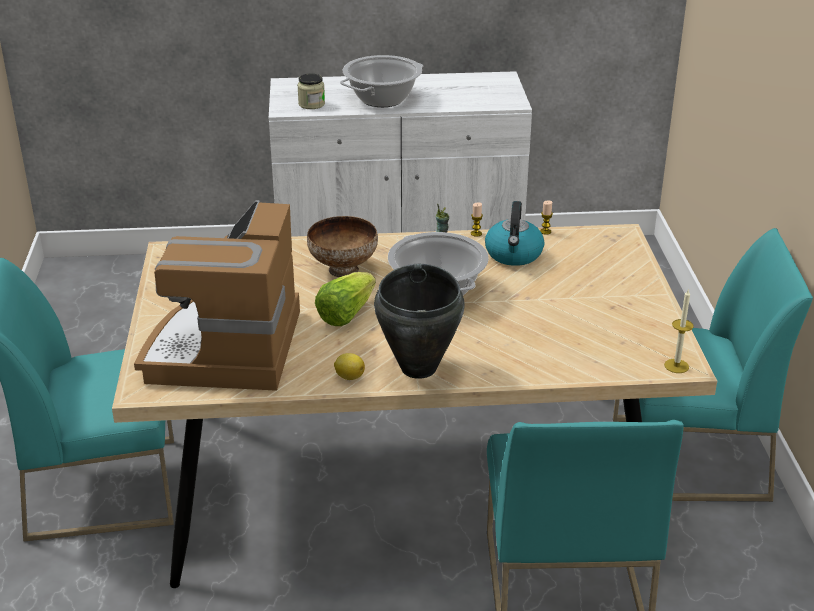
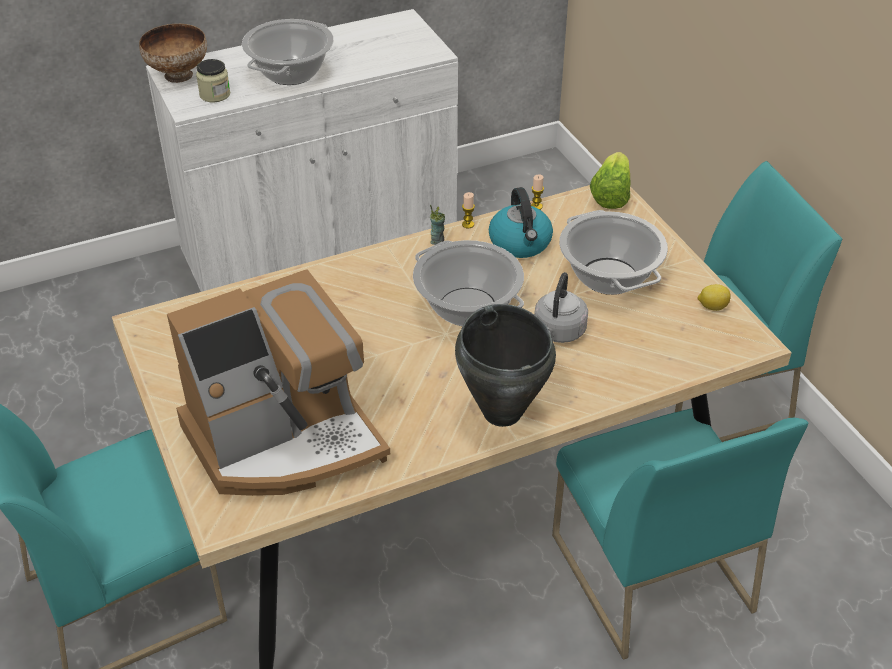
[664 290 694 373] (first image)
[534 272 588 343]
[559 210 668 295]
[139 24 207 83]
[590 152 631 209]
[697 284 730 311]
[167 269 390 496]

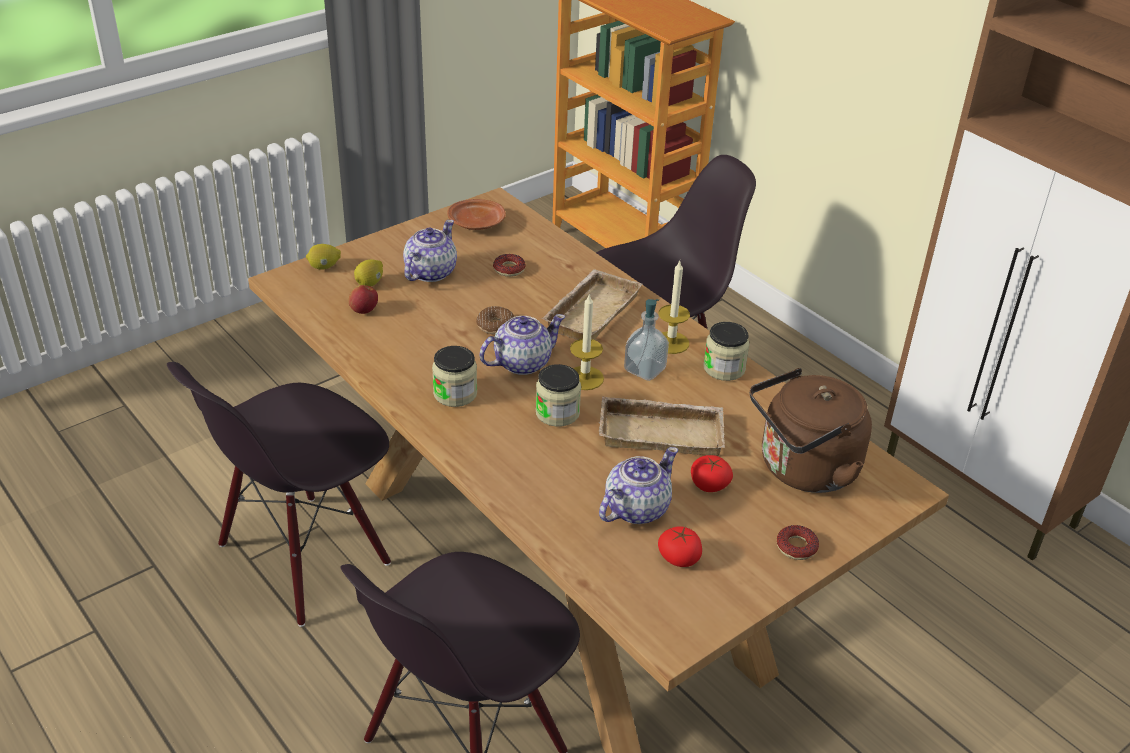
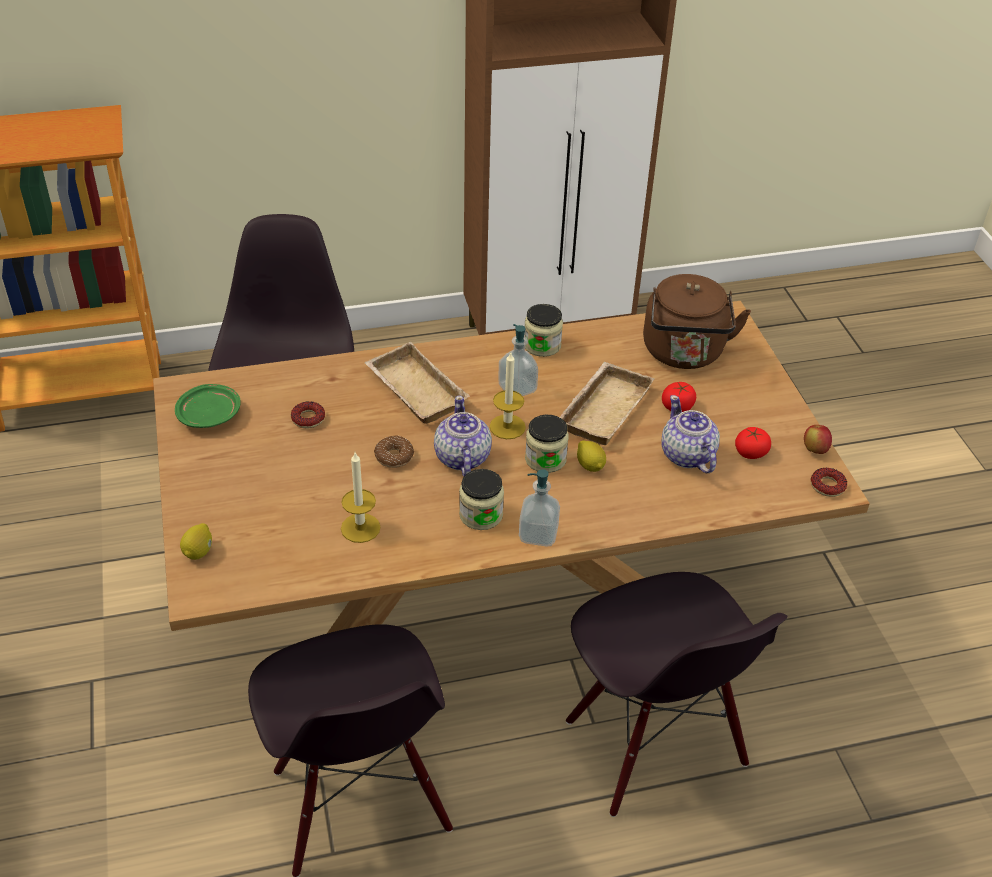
[403 220 457 282] (first image)
[519 469 560 547]
[804 425 832 454]
[577 440 606 472]
[341 453 380 543]
[811 468 847 497]
[175 384 240 428]

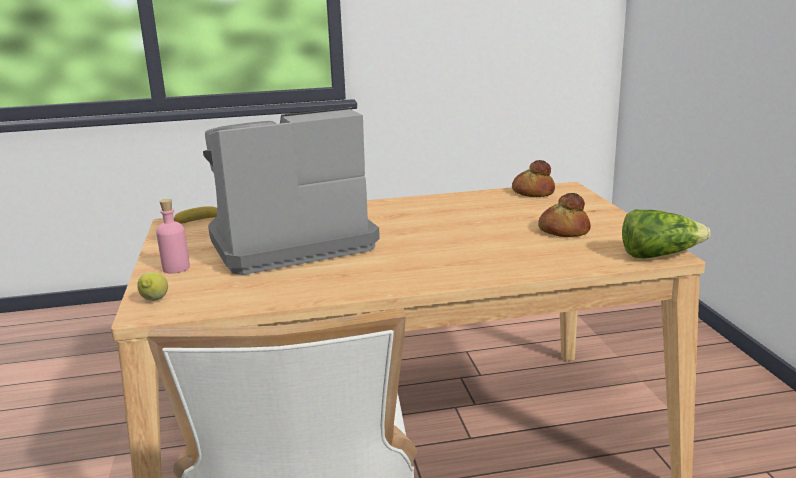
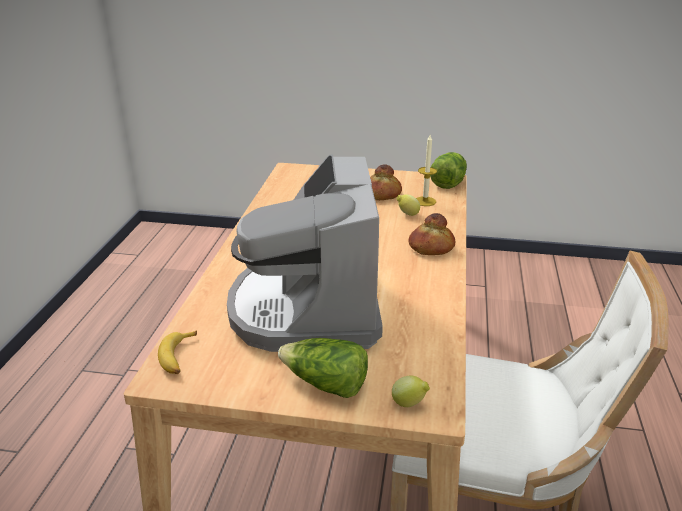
[396 194 420 216]
[416 135 437 206]
[409 213 455 255]
[278 338 368 398]

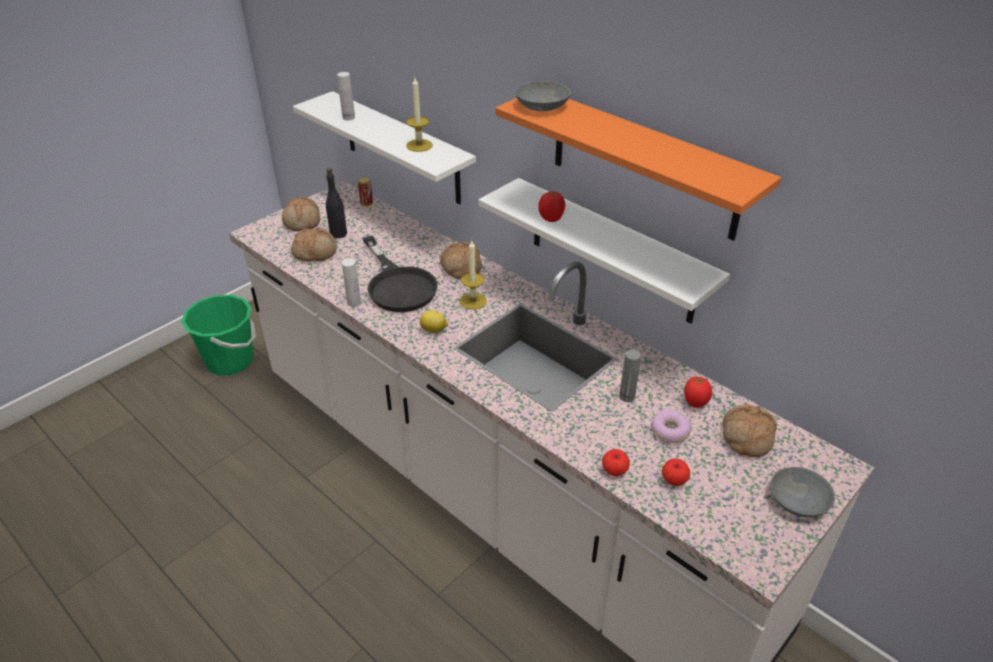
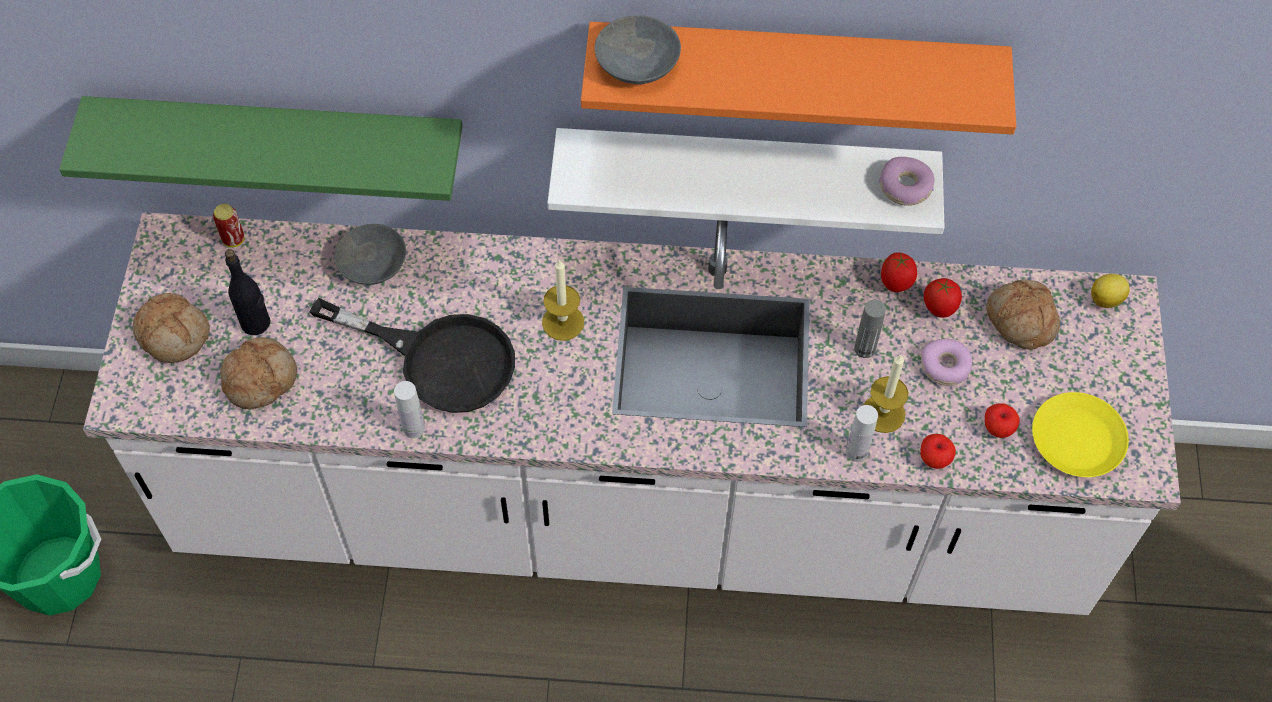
[440 242 482 279] (first image)
[879 157 935 206]
[1032 392 1129 477]
[846 405 878 462]
[864 355 909 433]
[1091 274 1130 308]
[881 252 917 292]
[334 224 406 285]
[59 96 463 201]

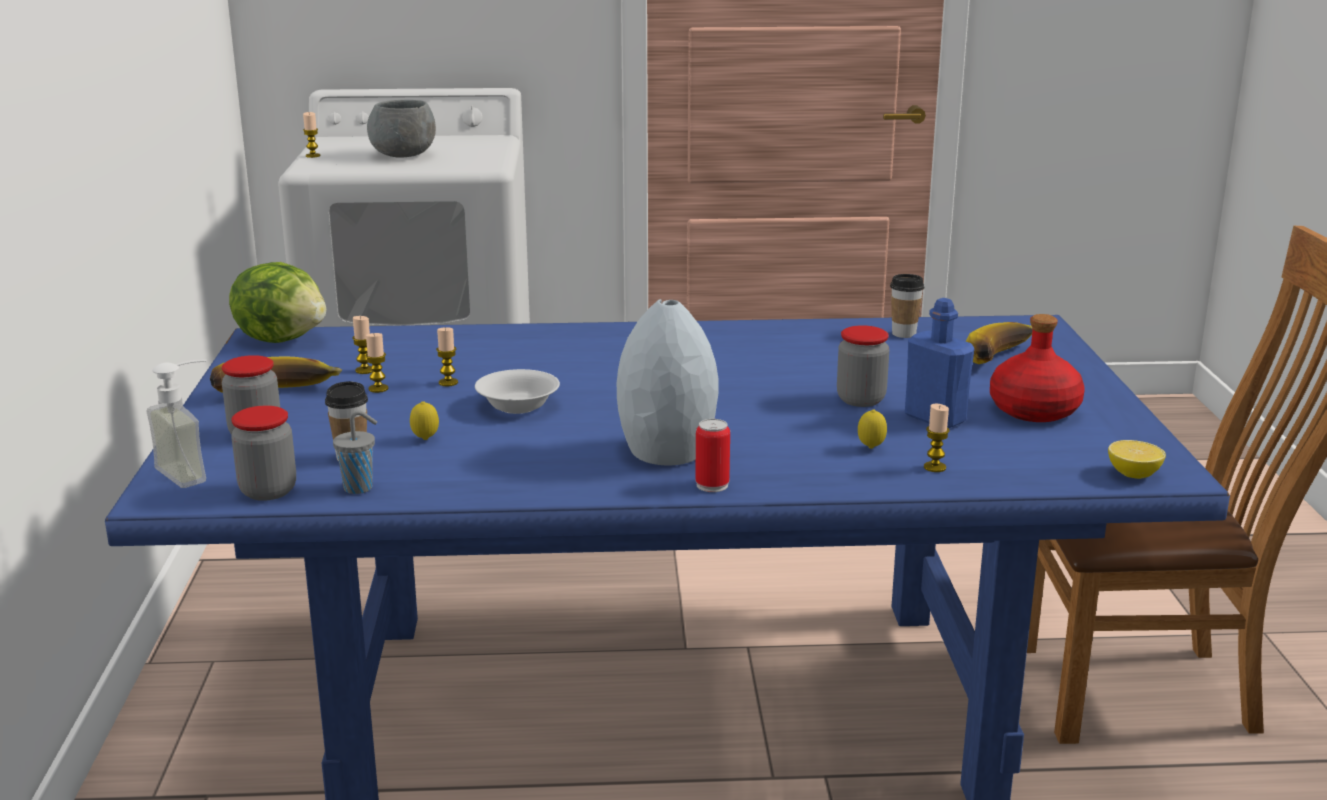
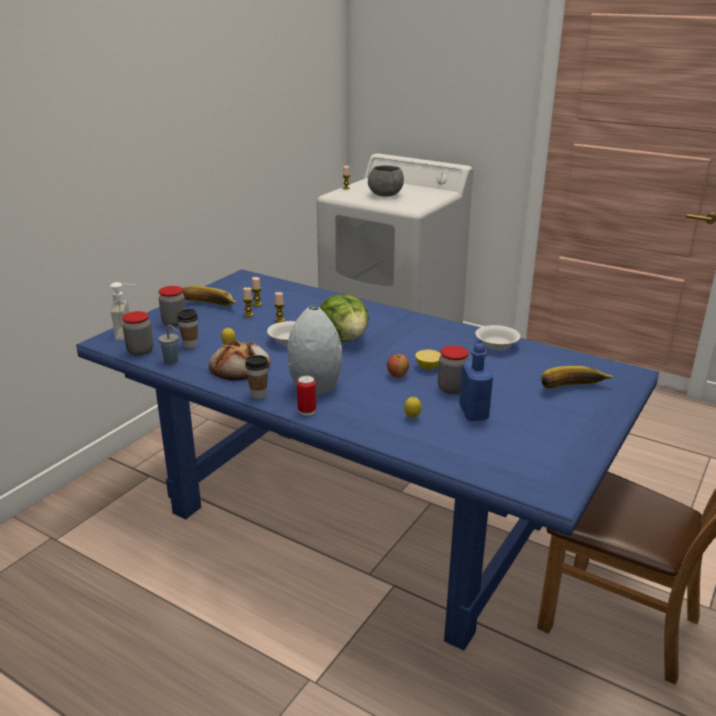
[924 403 950 472] (first image)
[990 314 1085 422] (first image)
[209 340 271 380]
[387 354 409 378]
[475 325 521 350]
[320 295 369 342]
[245 355 269 399]
[415 350 441 369]

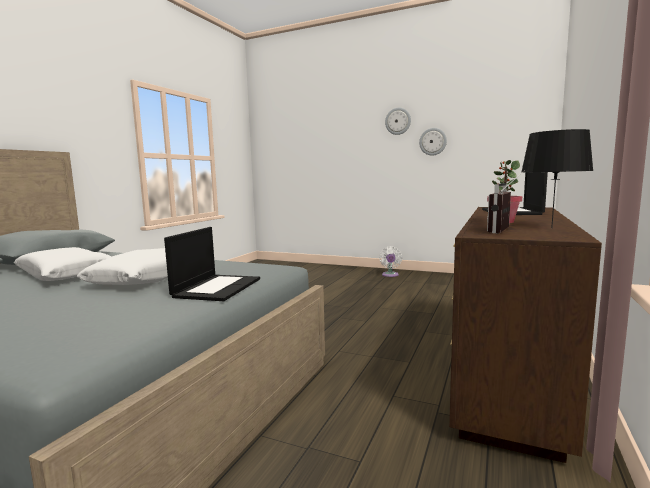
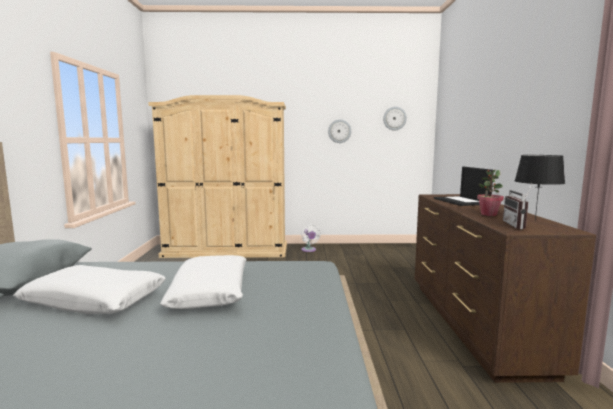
[164 227 260 301] (first image)
[148 95 287 258]
[383 107 407 131]

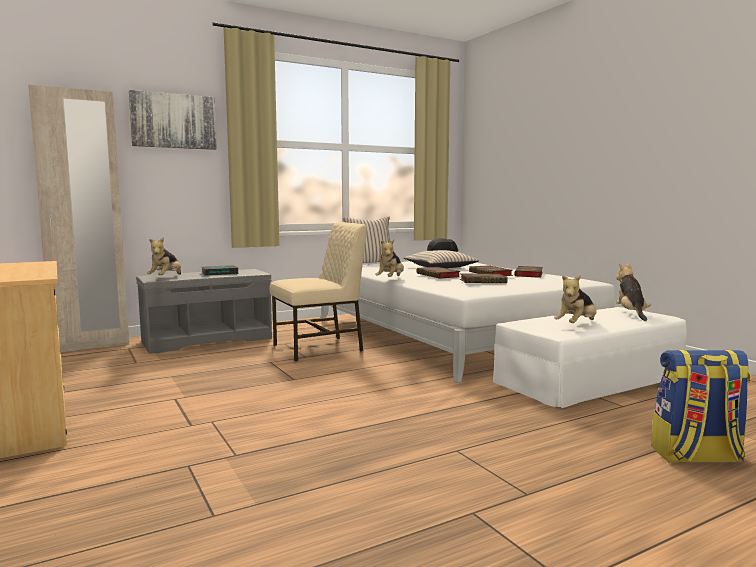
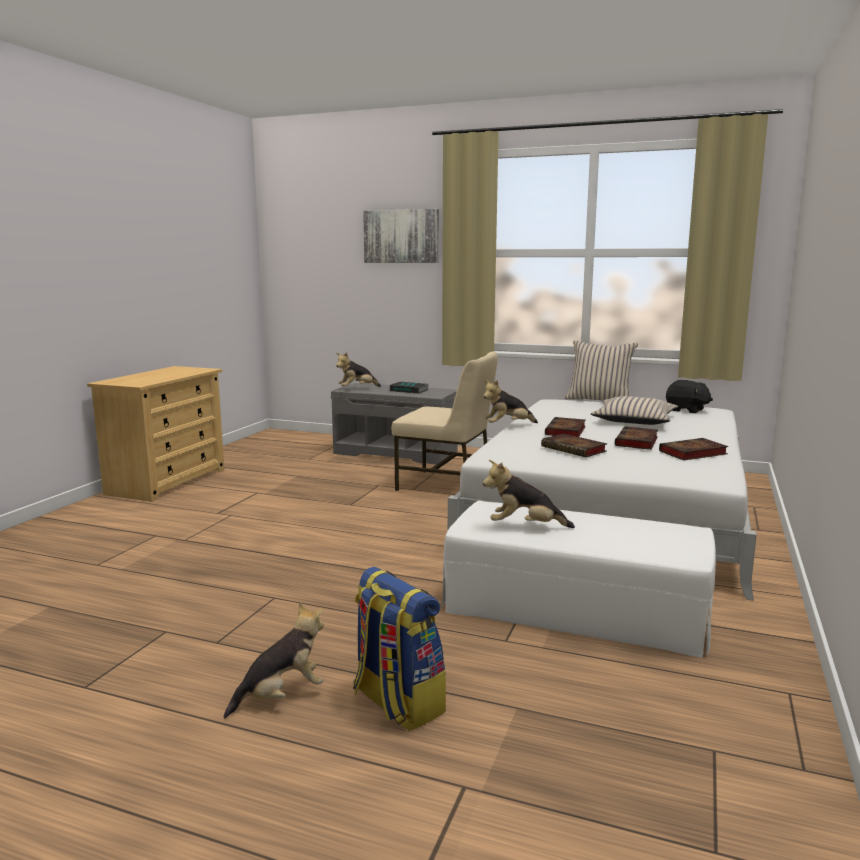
[28 85 129 352] (first image)
[223 602 324 718]

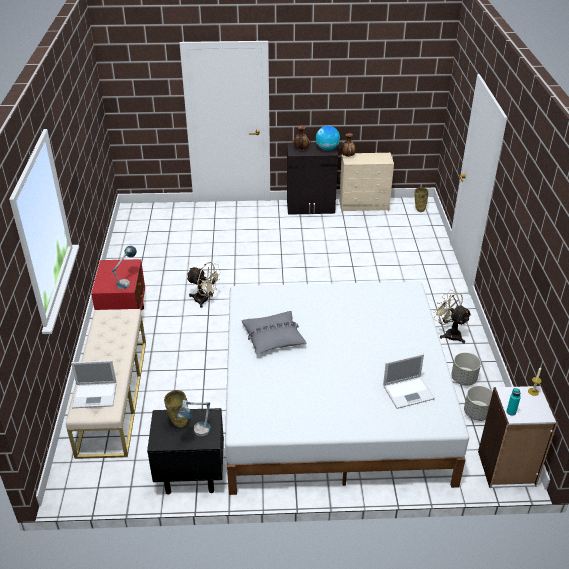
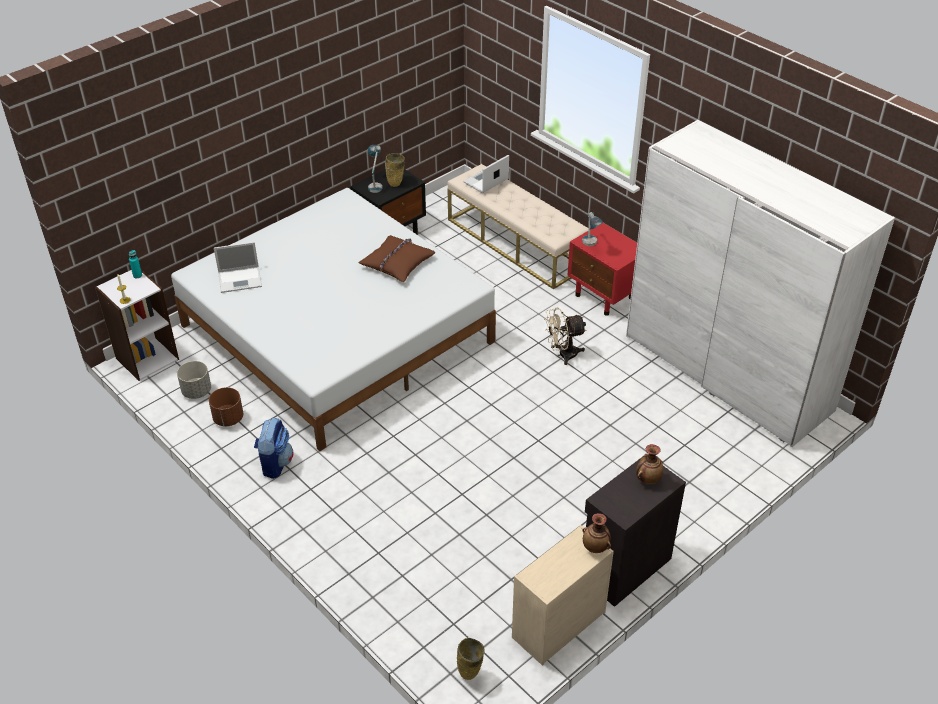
[316 126 340 150] (first image)
[626 120 895 447]
[254 418 294 479]
[358 235 435 282]
[209 387 243 426]
[214 242 262 293]

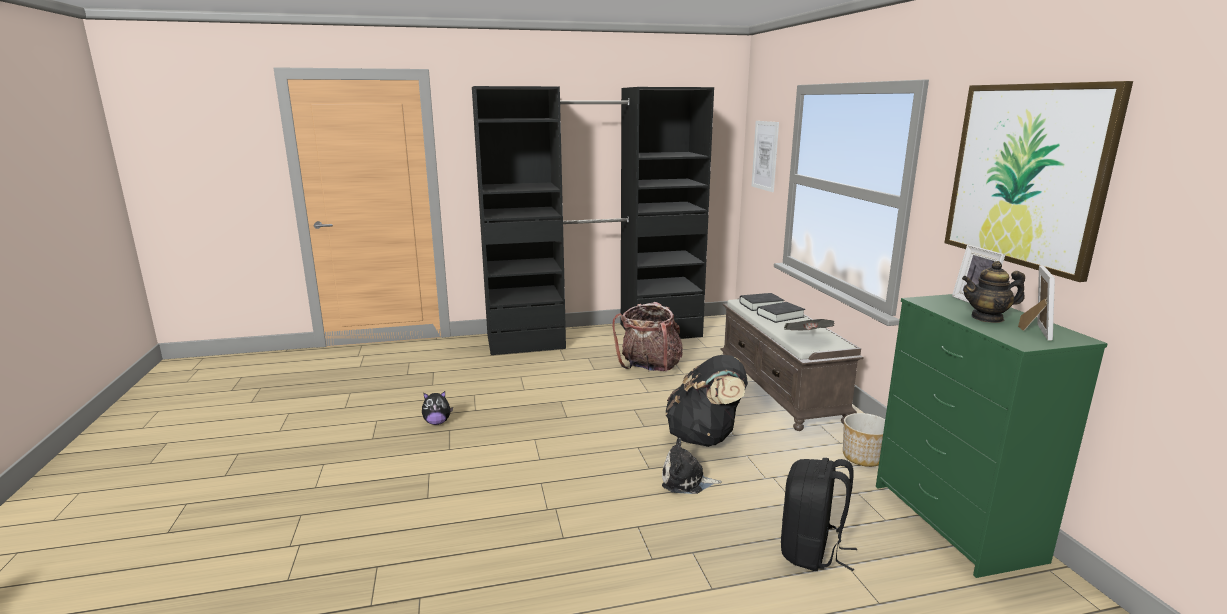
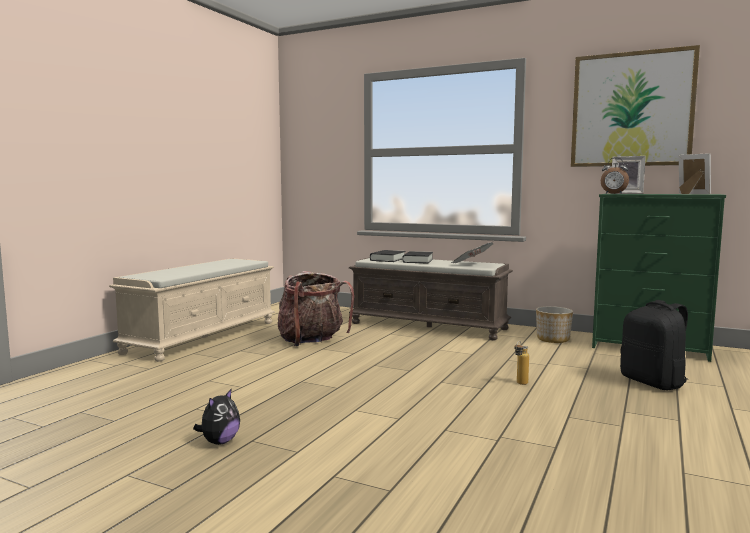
[666 355 748 447] (first image)
[752 121 779 192] (first image)
[962 261 1025 323] (first image)
[601 158 629 194]
[109 258 275 362]
[514 341 529 385]

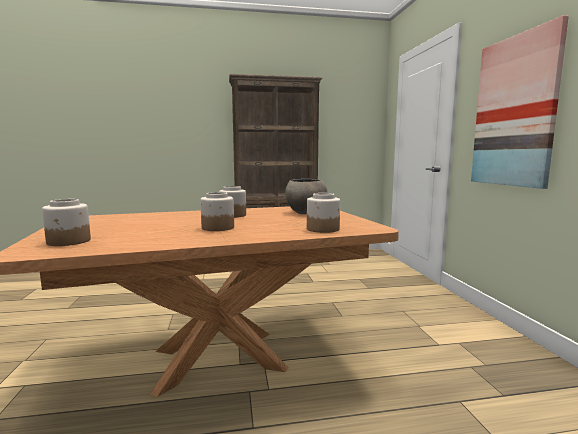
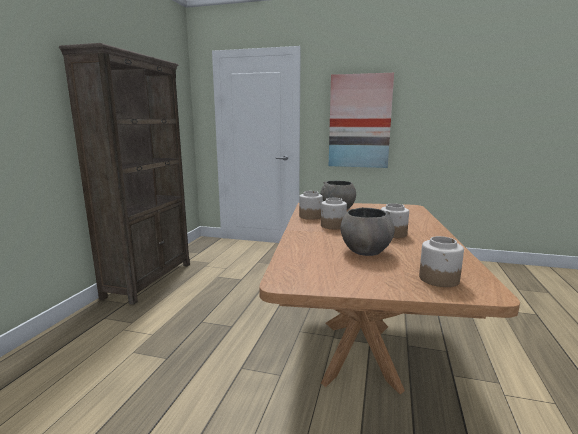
[341 207 394 256]
[299 191 323 220]

